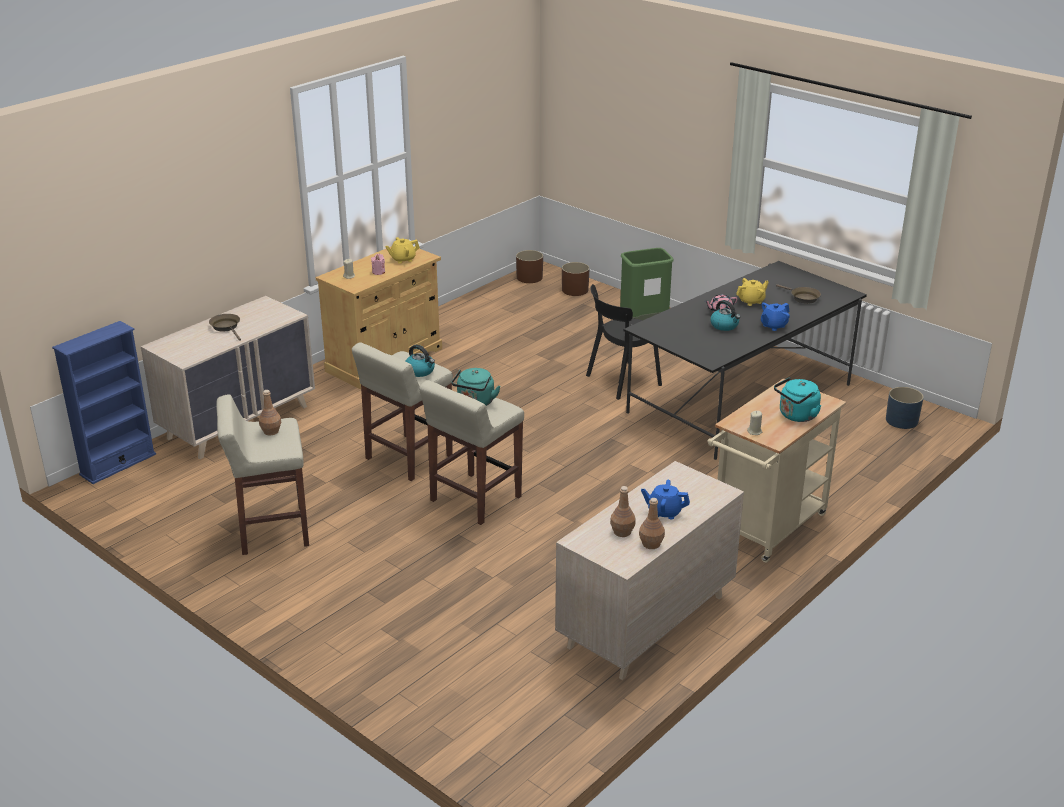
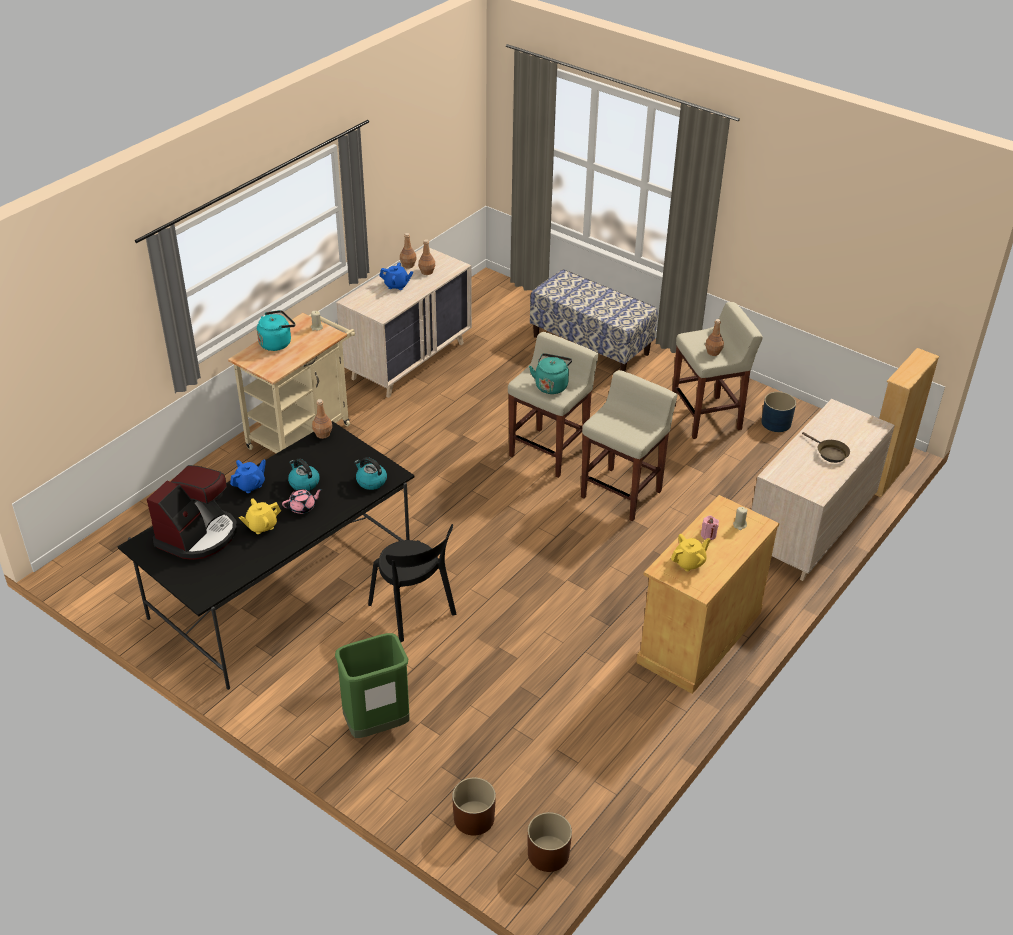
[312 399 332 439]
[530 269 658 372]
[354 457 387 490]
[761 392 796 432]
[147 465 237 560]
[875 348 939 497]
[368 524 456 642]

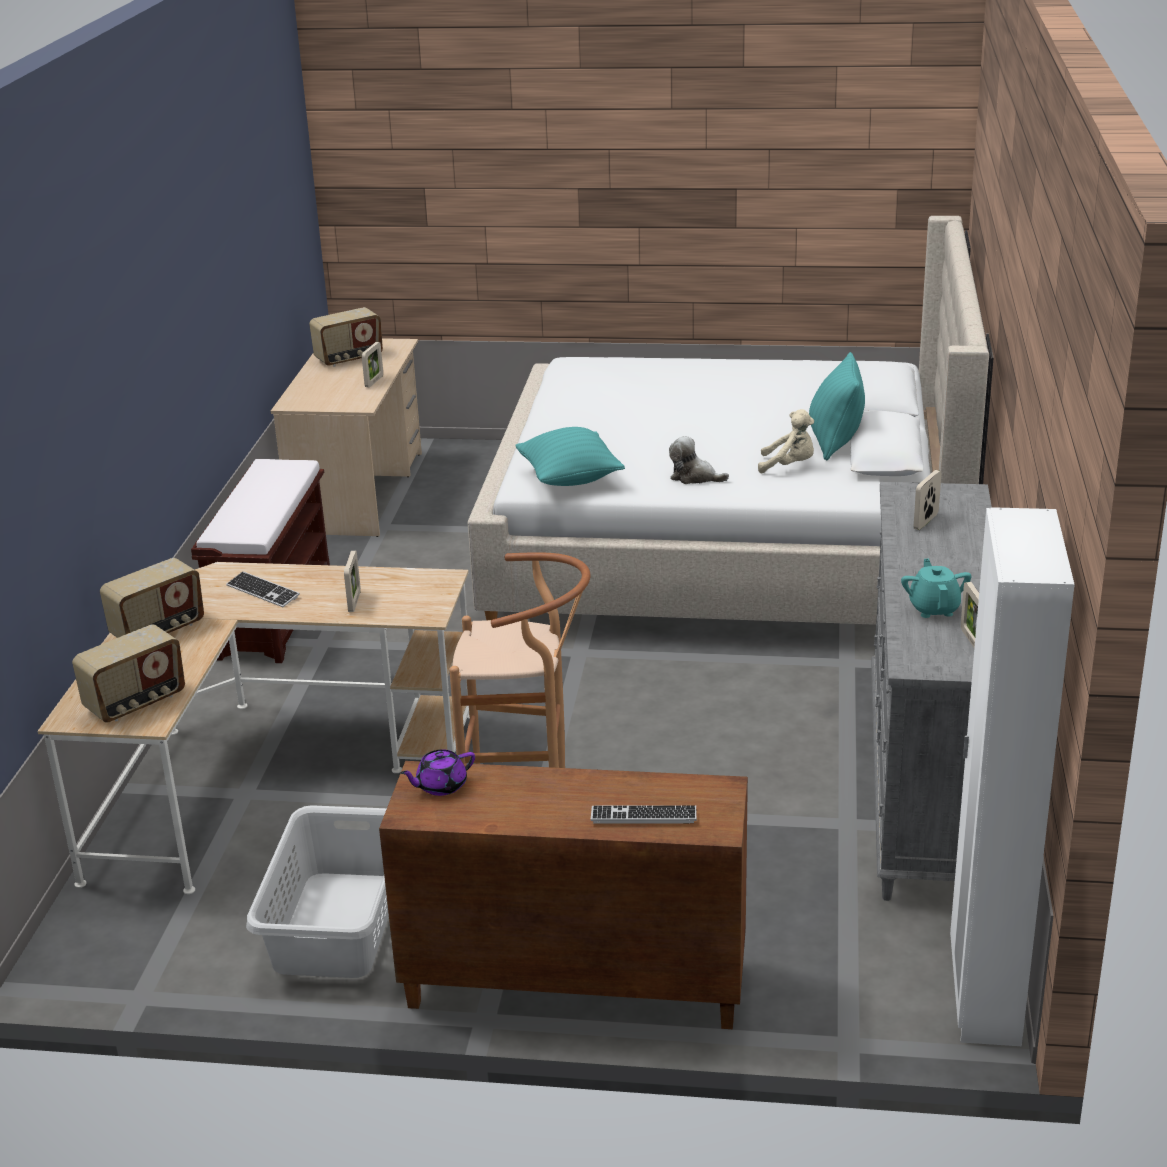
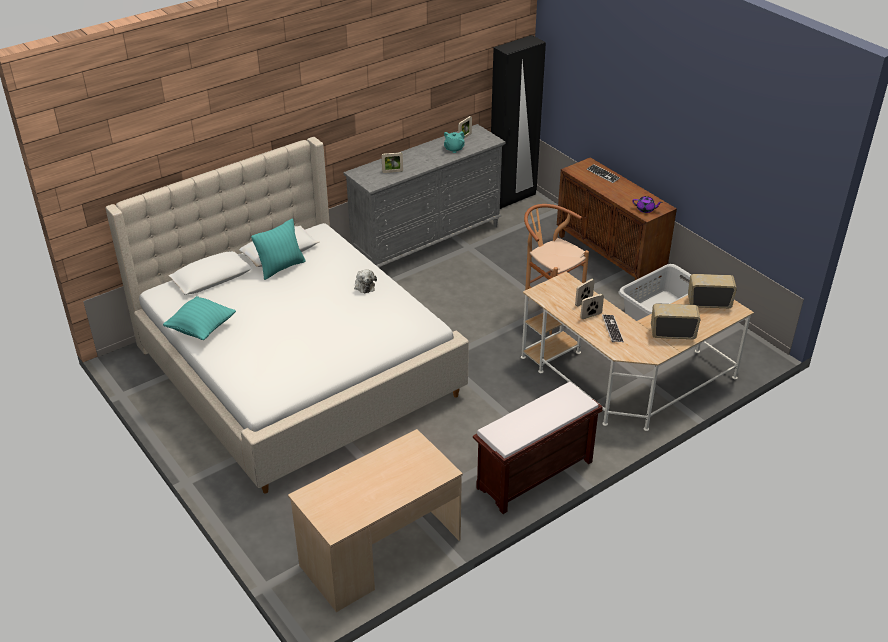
[309 307 383 367] (first image)
[758 409 814 473] (first image)
[580 294 604 319]
[163 296 236 340]
[491 35 546 209]

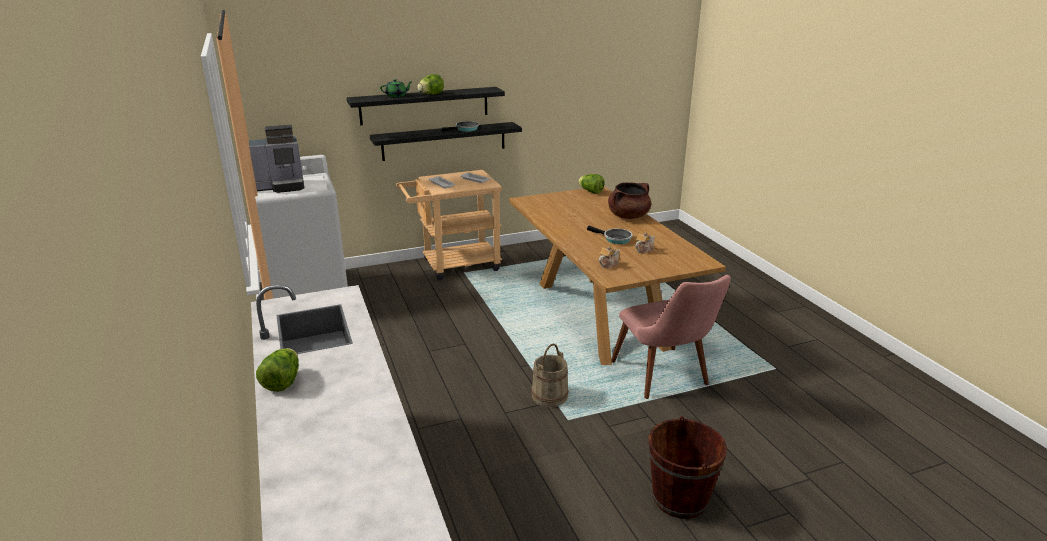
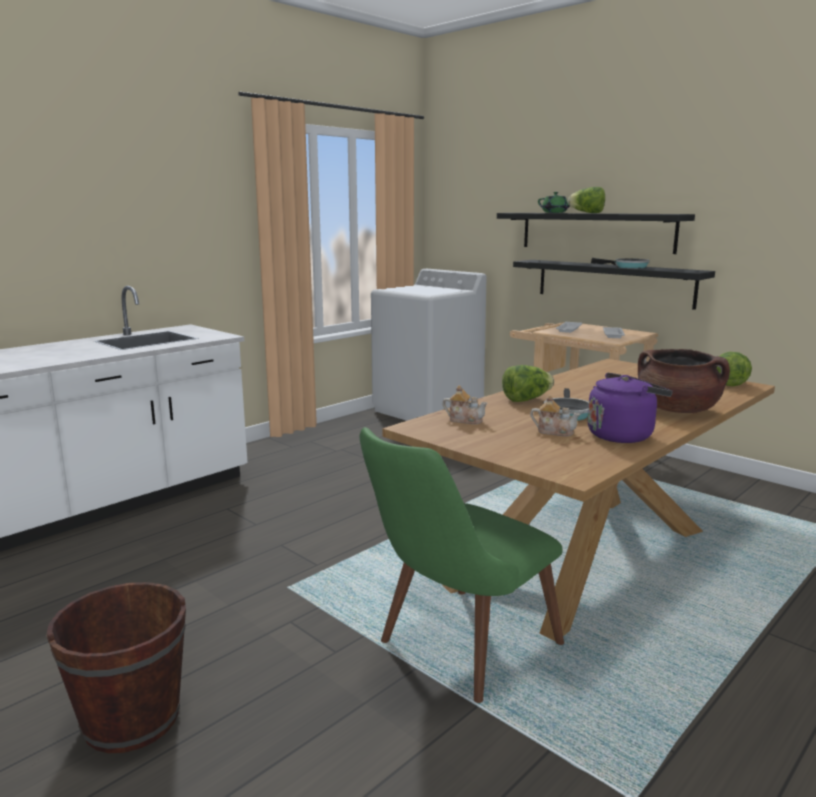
[249 125 304 193] (first image)
[531 344 569 407] (first image)
[587 373 673 443]
[502 365 554 402]
[360 427 564 703]

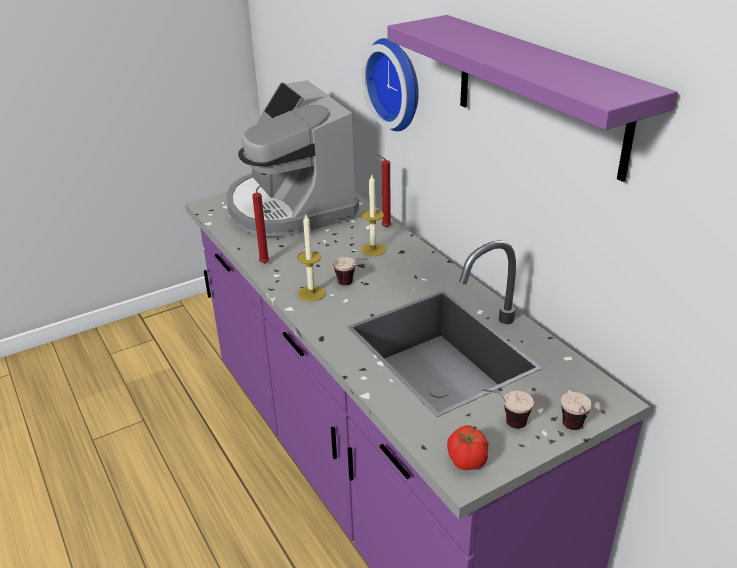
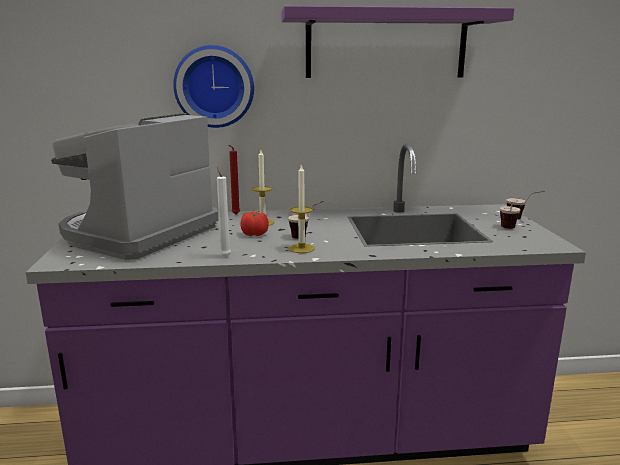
[241 211 269 236]
[217 167 231 256]
[51 113 219 260]

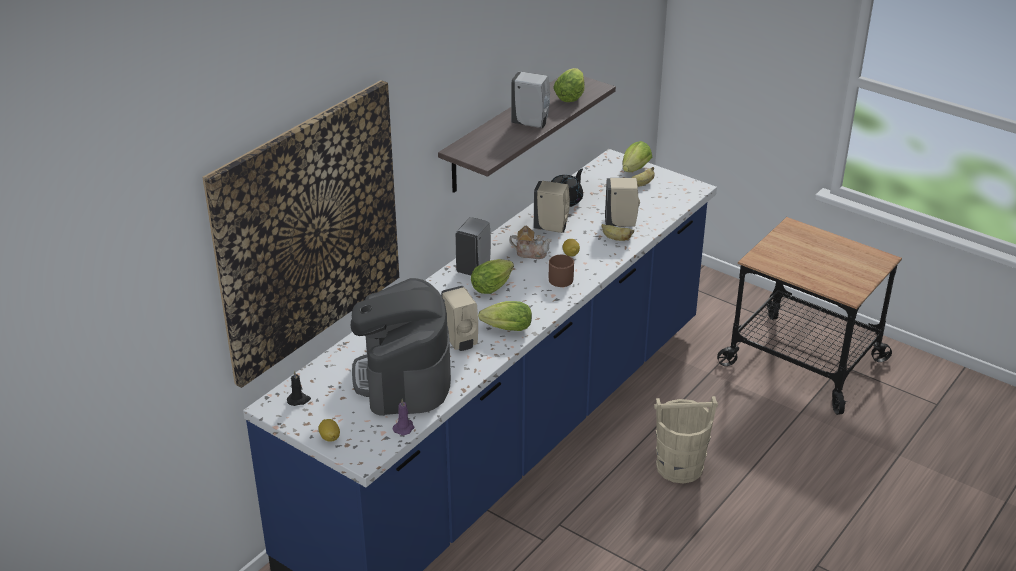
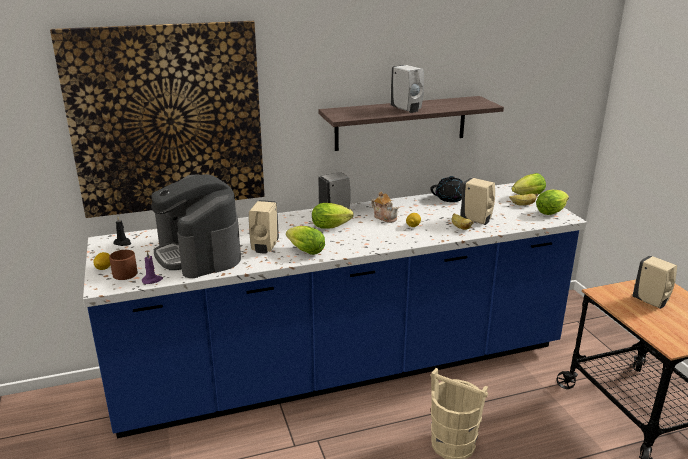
[632 256 677 309]
[109 250 137 280]
[536 190 569 215]
[151 174 241 278]

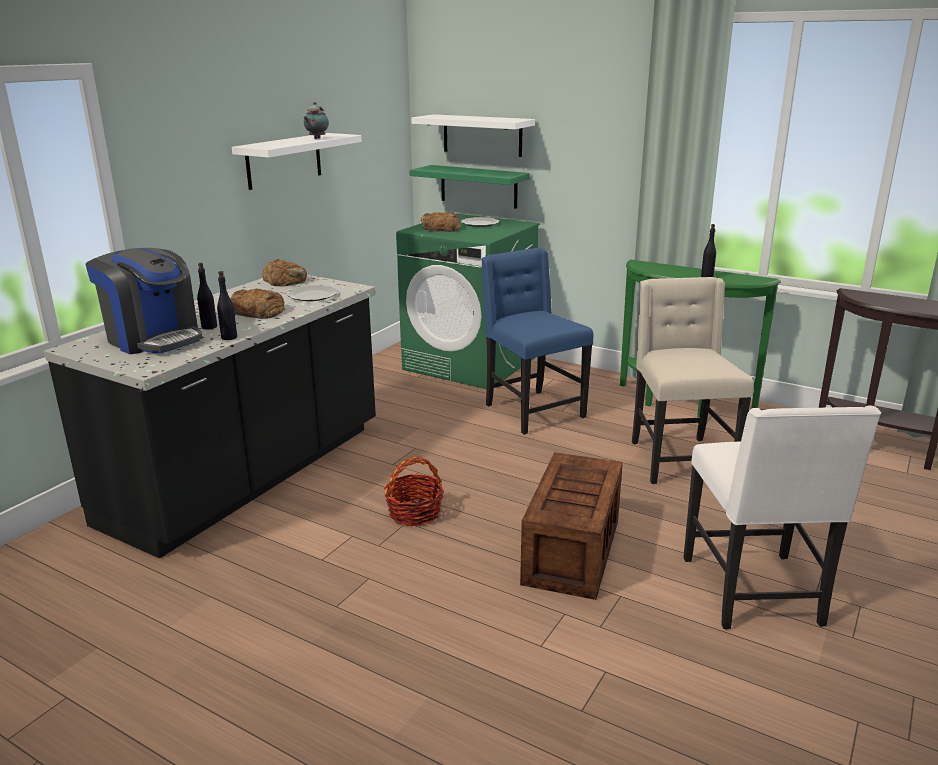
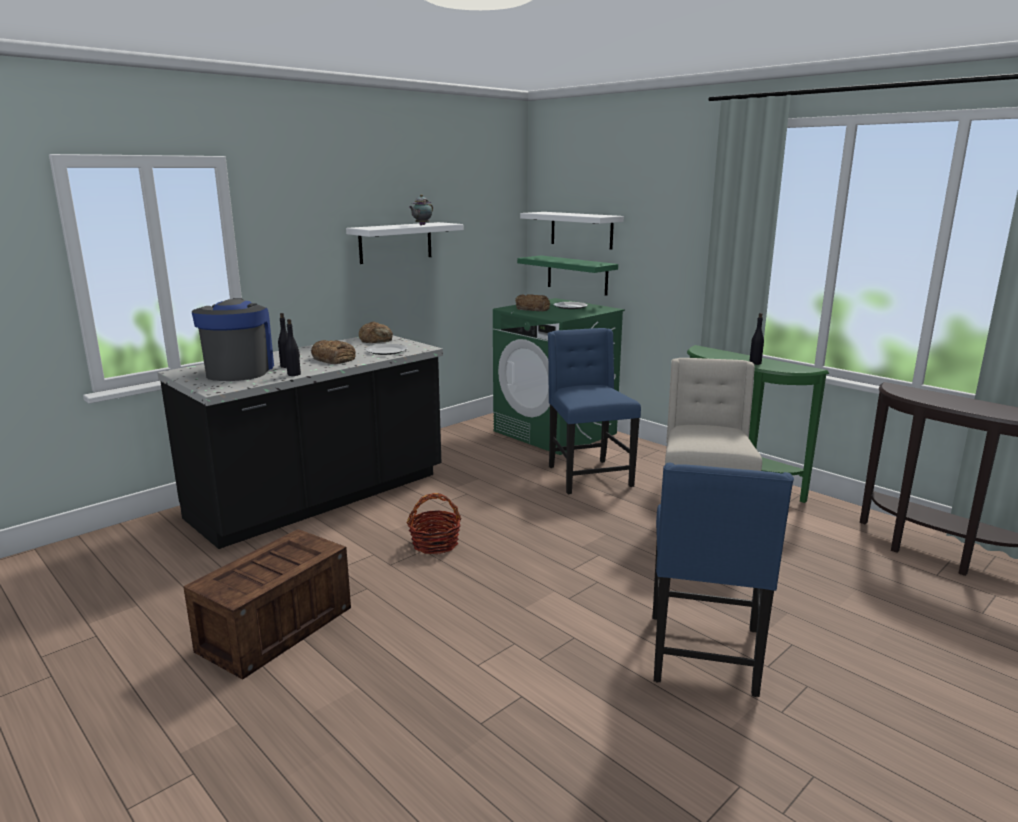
[183 529 351 680]
[652 463 794 697]
[192 298 274 381]

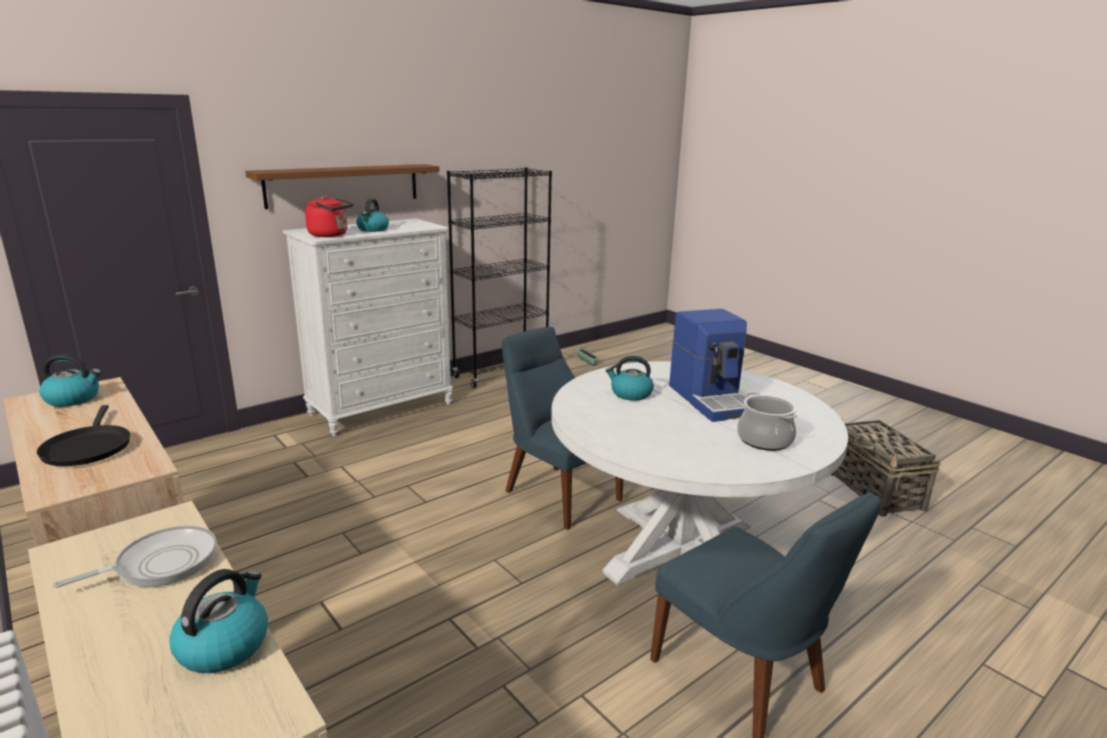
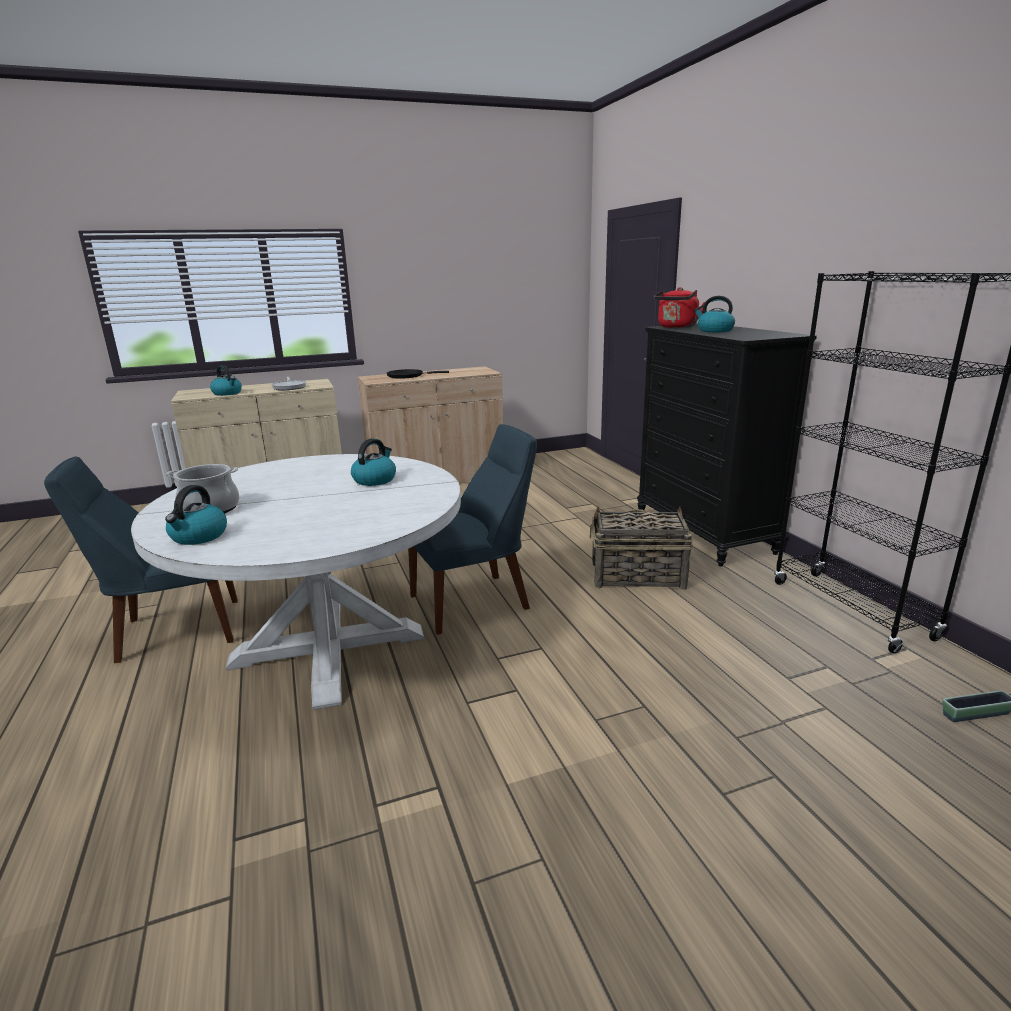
[245 164 440 209] (first image)
[669 309 748 422] (first image)
[165 485 227 545]
[590 506 693 590]
[637 323 817 567]

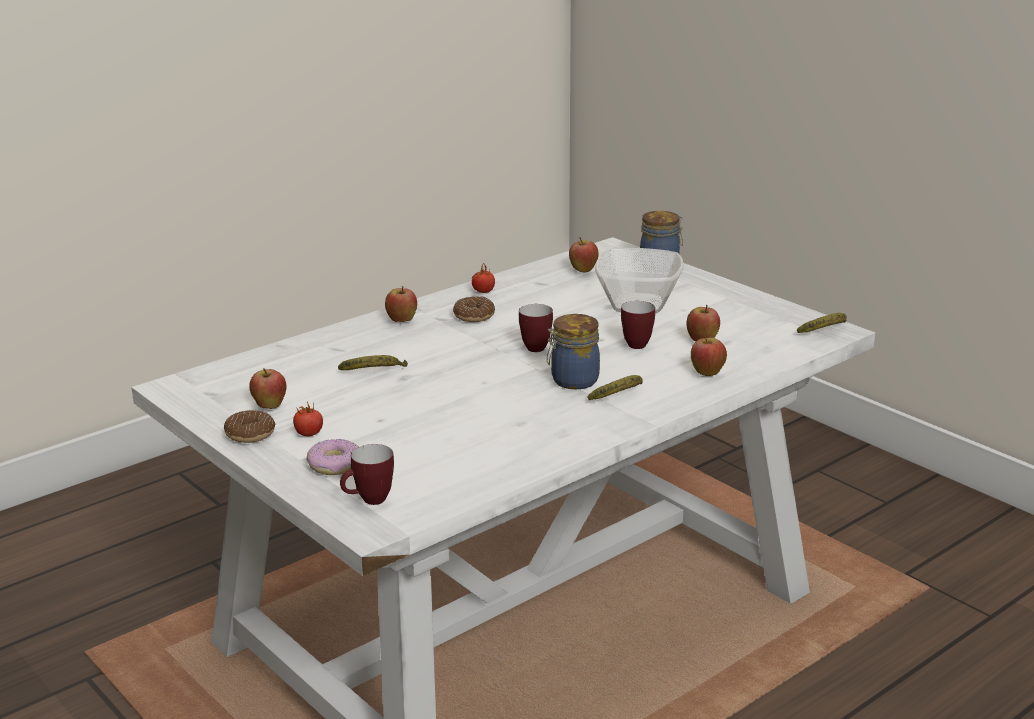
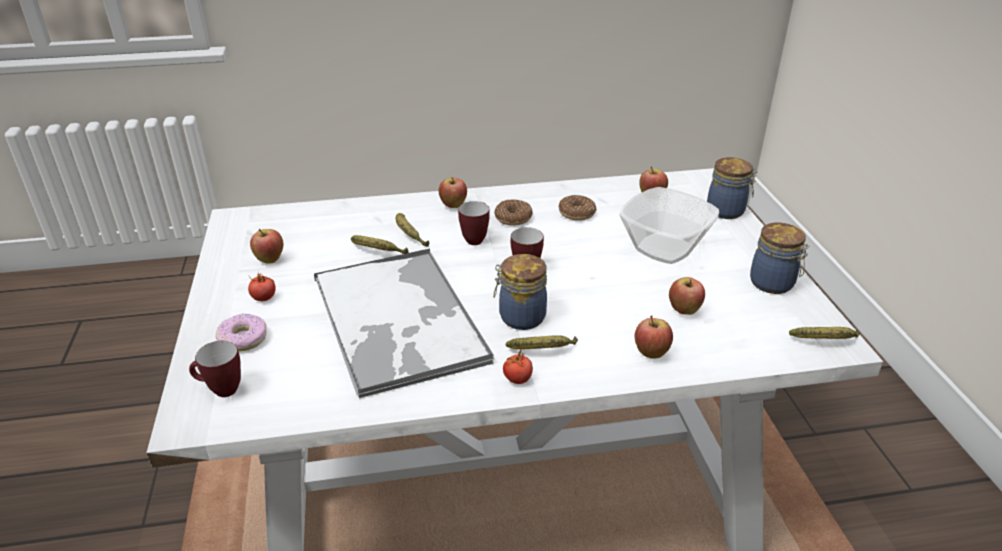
[314 249 494 398]
[396 213 429 247]
[750 223 810 294]
[559 195 596 221]
[503 348 533 384]
[458 201 490 245]

